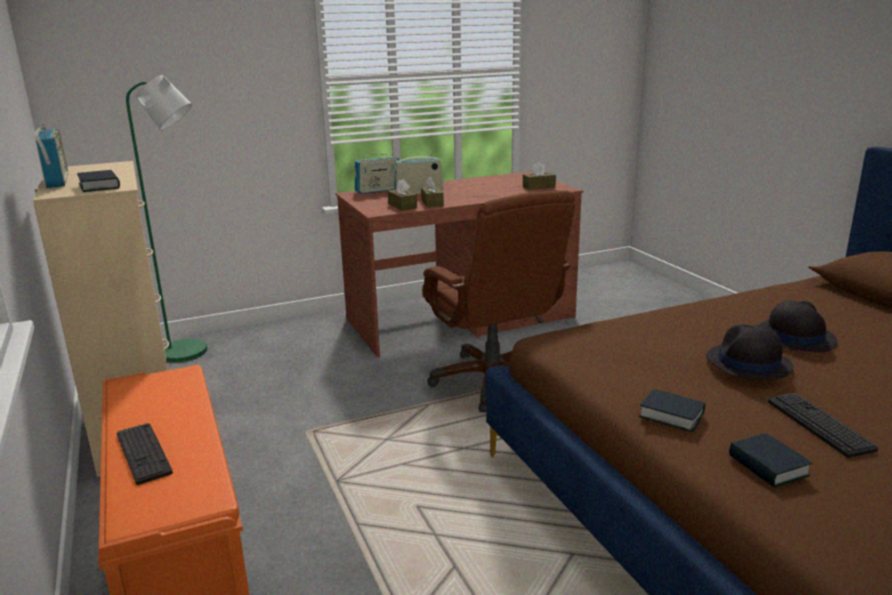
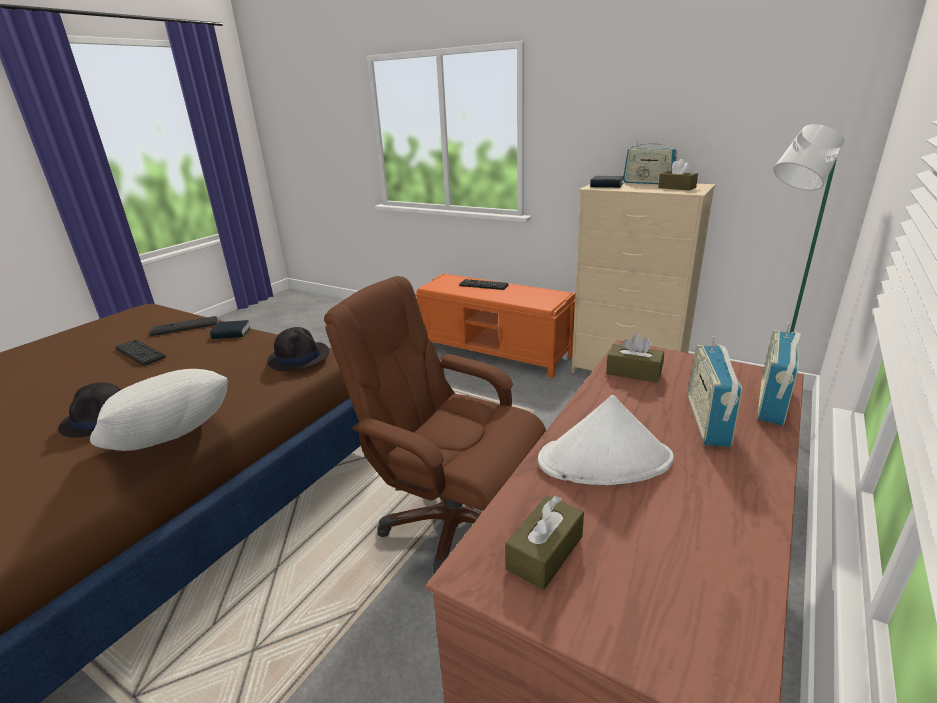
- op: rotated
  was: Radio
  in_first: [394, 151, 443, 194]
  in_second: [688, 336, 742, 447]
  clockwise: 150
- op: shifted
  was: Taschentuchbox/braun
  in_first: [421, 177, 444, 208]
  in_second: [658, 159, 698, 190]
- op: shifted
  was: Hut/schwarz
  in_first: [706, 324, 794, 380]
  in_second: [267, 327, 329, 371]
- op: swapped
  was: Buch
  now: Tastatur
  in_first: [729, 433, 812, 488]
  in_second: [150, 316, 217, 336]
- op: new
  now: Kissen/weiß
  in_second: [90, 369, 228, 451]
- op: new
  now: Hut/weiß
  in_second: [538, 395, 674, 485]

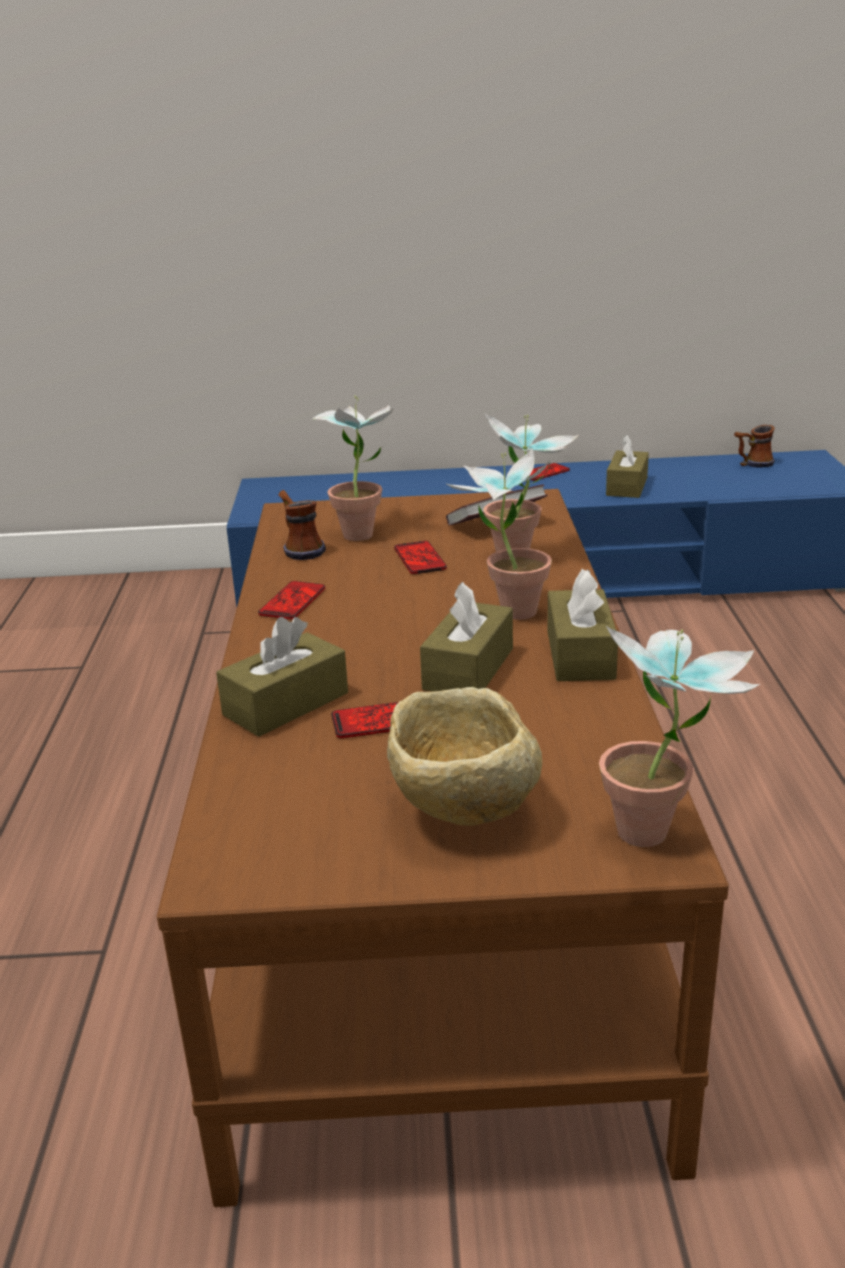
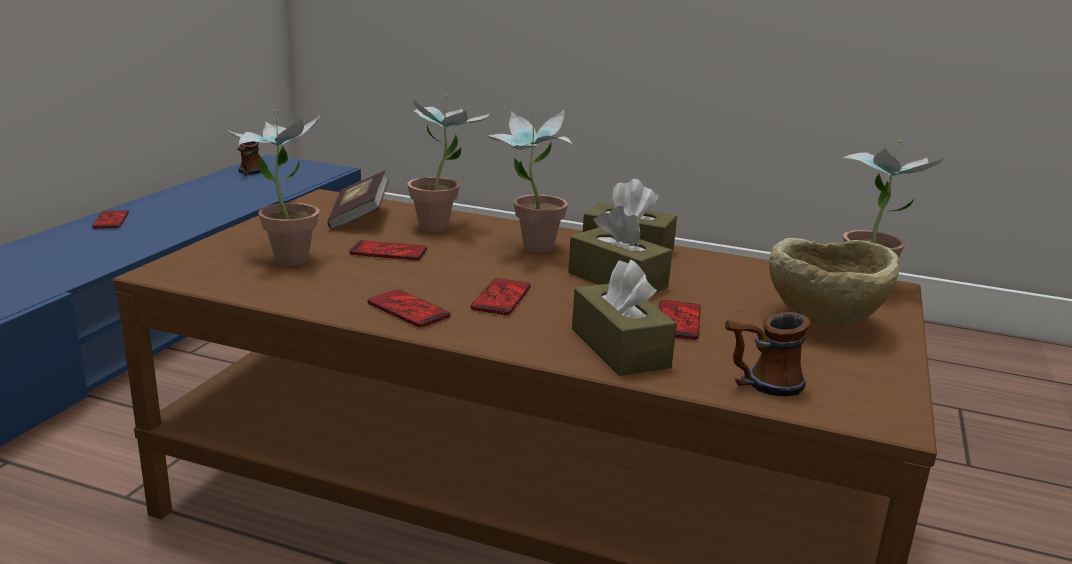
- op: gone
  was: Taschentuchbox/braun
  in_first: [606, 434, 649, 498]
- op: shifted
  was: Henkelbecher
  in_first: [278, 490, 326, 560]
  in_second: [725, 312, 811, 396]
- op: new
  now: Handy
  in_second: [471, 278, 531, 315]

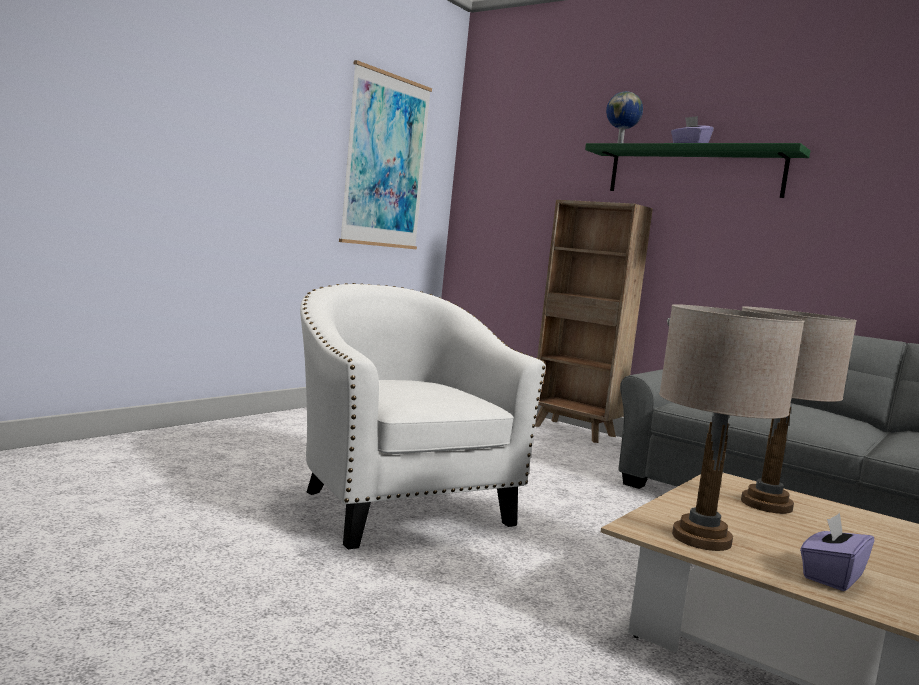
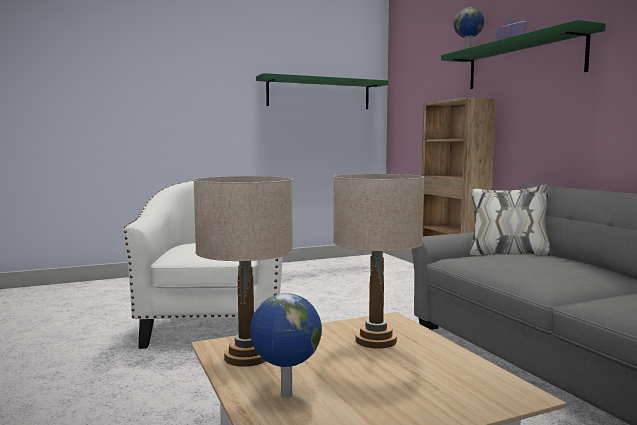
- op: swapped
  was: Bild
  now: Wandregal/grün
  in_first: [339, 60, 432, 249]
  in_second: [256, 73, 389, 109]
- op: swapped
  was: Taschentuchbox/lila
  now: Globus
  in_first: [800, 513, 874, 591]
  in_second: [250, 293, 322, 398]

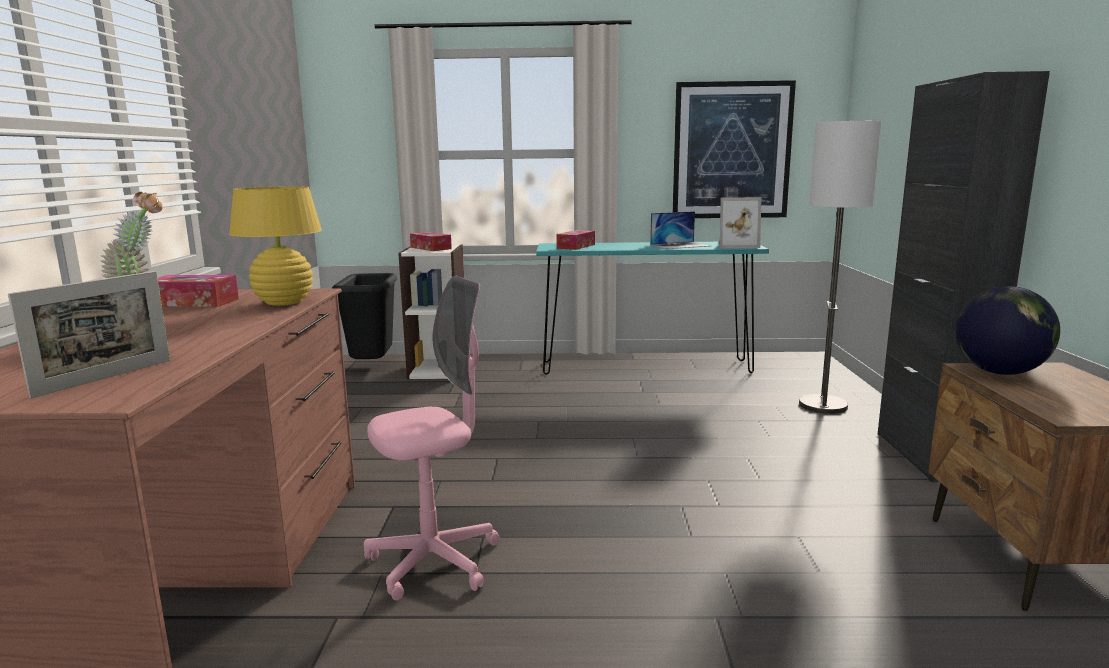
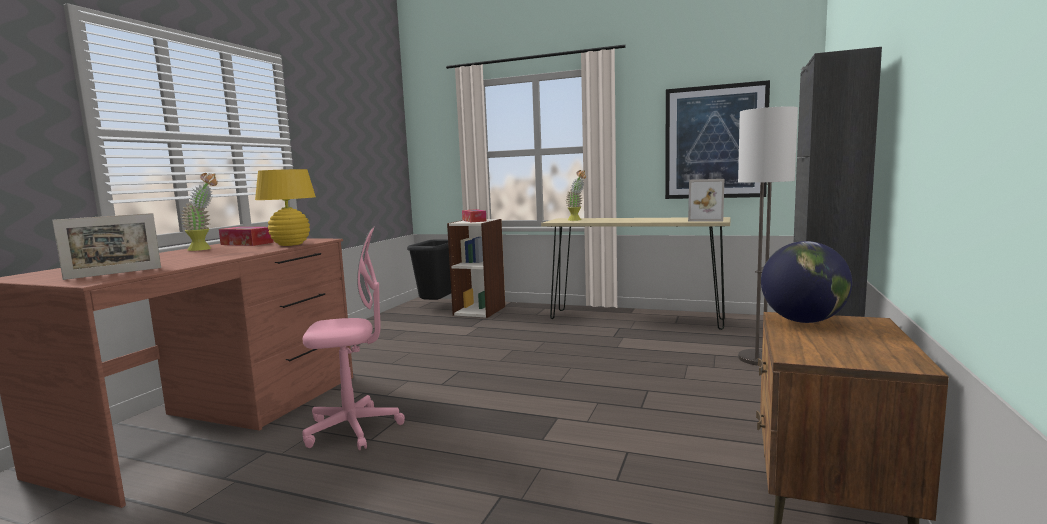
- op: gone
  was: Laptop
  in_first: [650, 211, 711, 249]
- op: swapped
  was: Taschentuchbox
  now: Topfpflanze
  in_first: [557, 230, 595, 250]
  in_second: [566, 170, 586, 221]
- op: repainted
  was: Konsolentisch/türkis
  now: Konsolentisch/beige
  in_first: [536, 242, 769, 375]
  in_second: [541, 217, 731, 330]

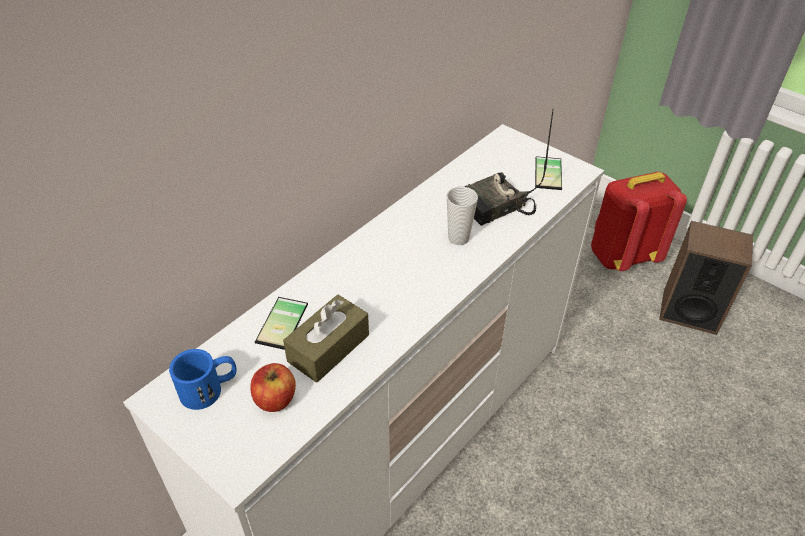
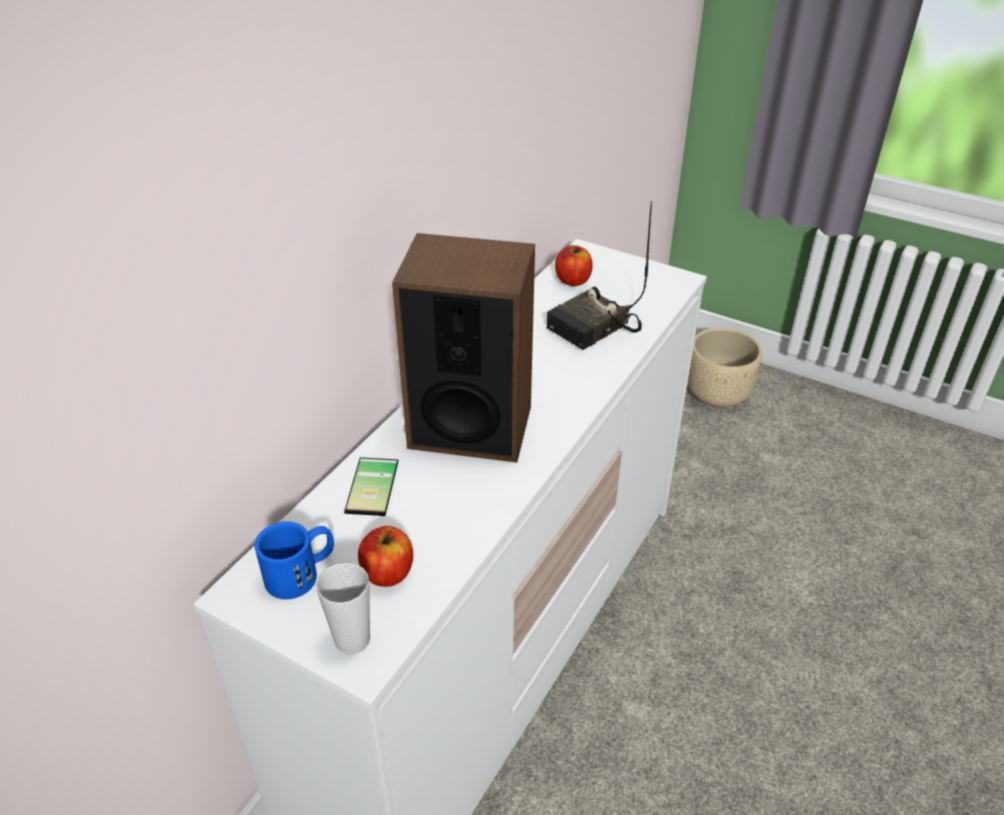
- op: gone
  was: Handy
  in_first: [535, 156, 562, 190]
- op: swapped
  was: Rucksack/rot
  now: Pflanzkübel/beige
  in_first: [591, 172, 687, 271]
  in_second: [688, 327, 762, 407]
- op: shifted
  was: Tasse
  in_first: [447, 187, 478, 245]
  in_second: [316, 562, 370, 654]
- op: shifted
  was: Lautsprecher
  in_first: [659, 221, 753, 335]
  in_second: [392, 233, 535, 463]
- op: gone
  was: Taschentuchbox/braun
  in_first: [283, 295, 369, 383]
- op: new
  now: Apfel
  in_second: [555, 245, 593, 286]

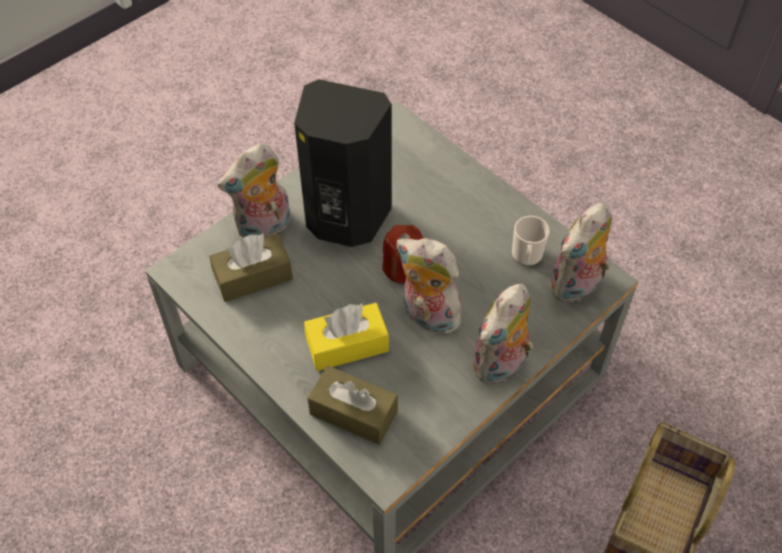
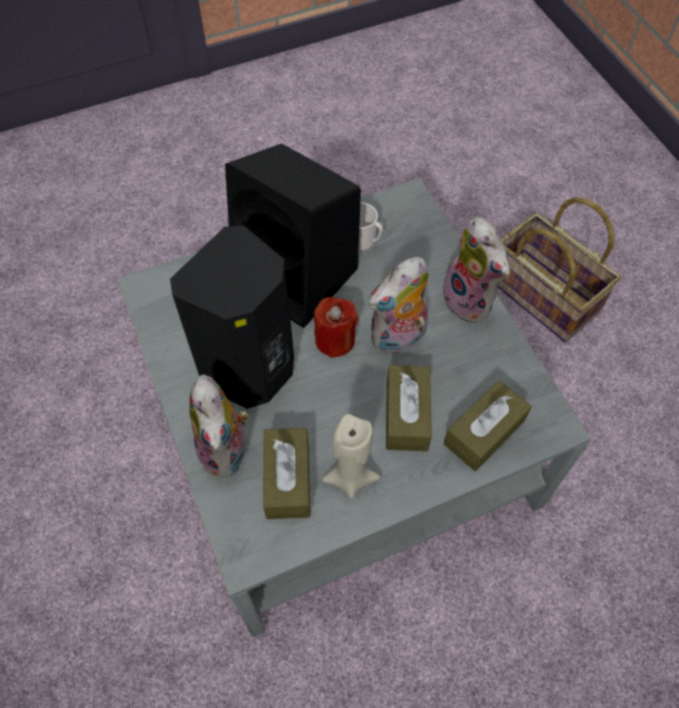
- op: gone
  was: Plüschtier
  in_first: [549, 203, 611, 304]
- op: repainted
  was: Taschentuchbox/gelb
  now: Taschentuchbox/braun
  in_first: [304, 303, 389, 371]
  in_second: [386, 365, 432, 451]
- op: new
  now: Lautsprecher/schwarz
  in_second: [225, 144, 361, 328]
- op: new
  now: Kerze/beige
  in_second: [322, 414, 381, 498]

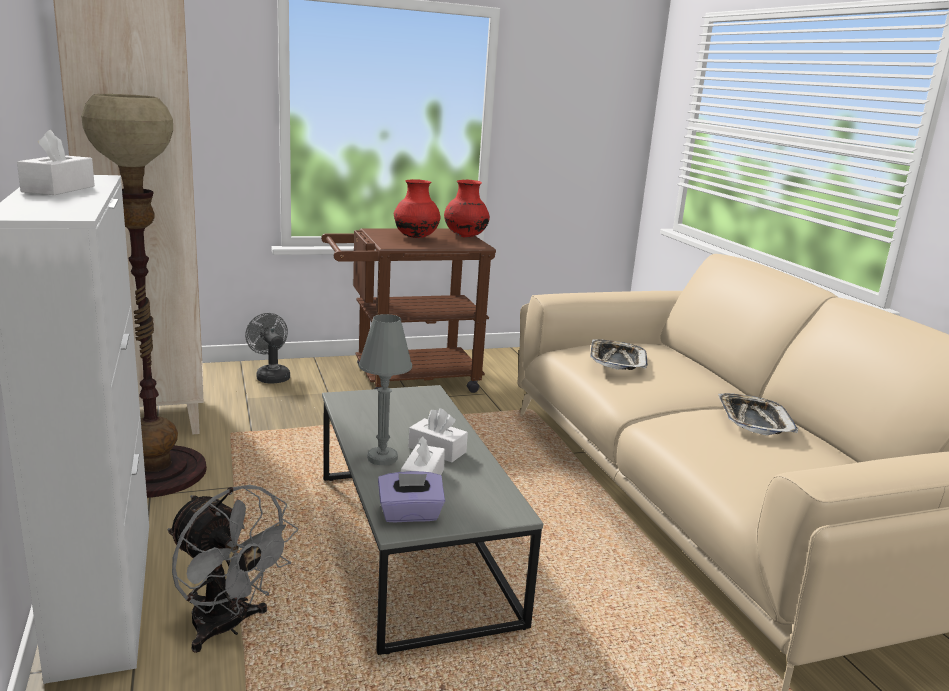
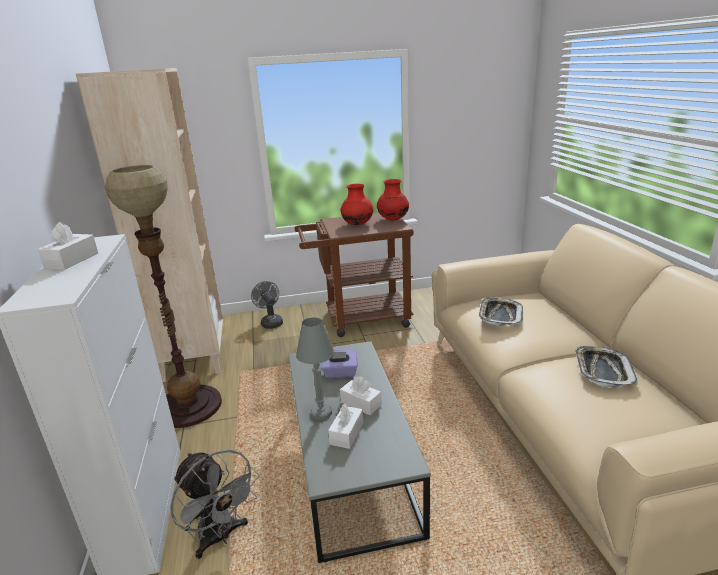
- op: shifted
  was: Taschentuchbox/lila
  in_first: [378, 471, 445, 522]
  in_second: [322, 350, 357, 378]

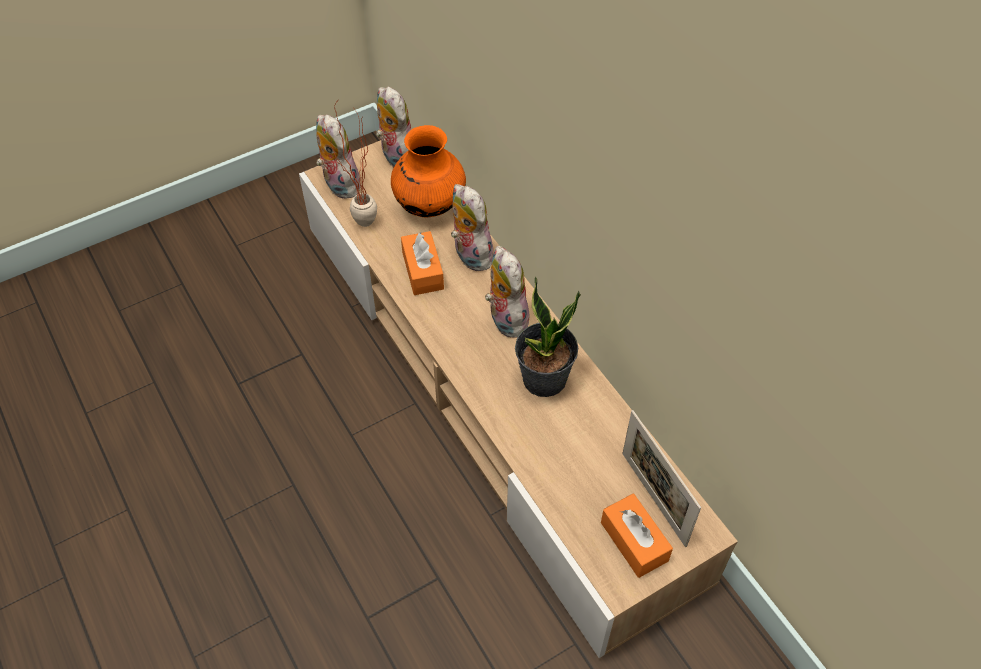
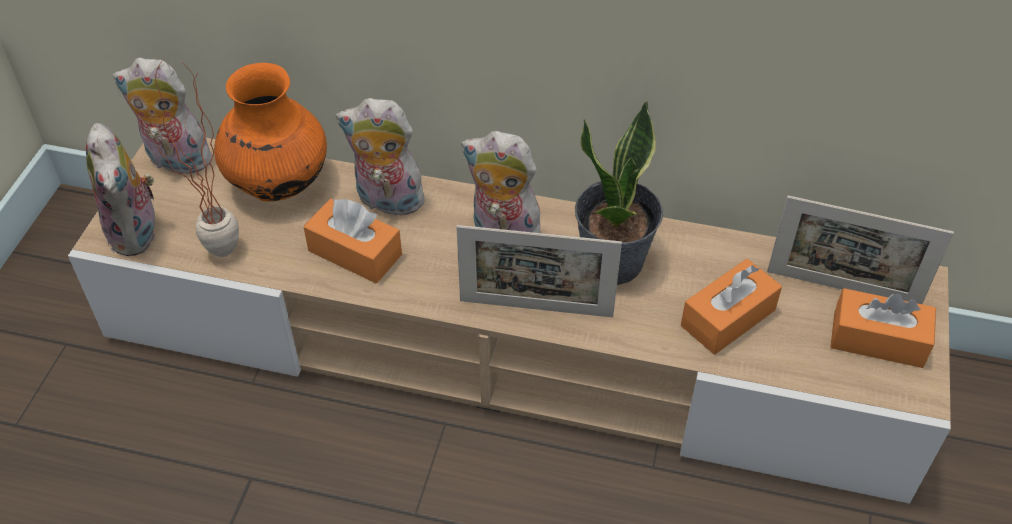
- op: rotated
  was: Plüschtier
  in_first: [316, 114, 360, 199]
  in_second: [86, 123, 160, 256]
  clockwise: -120
- op: new
  now: Bilderrahmen
  in_second: [456, 225, 622, 317]
- op: new
  now: Taschentuchbox/orange
  in_second: [681, 259, 782, 355]

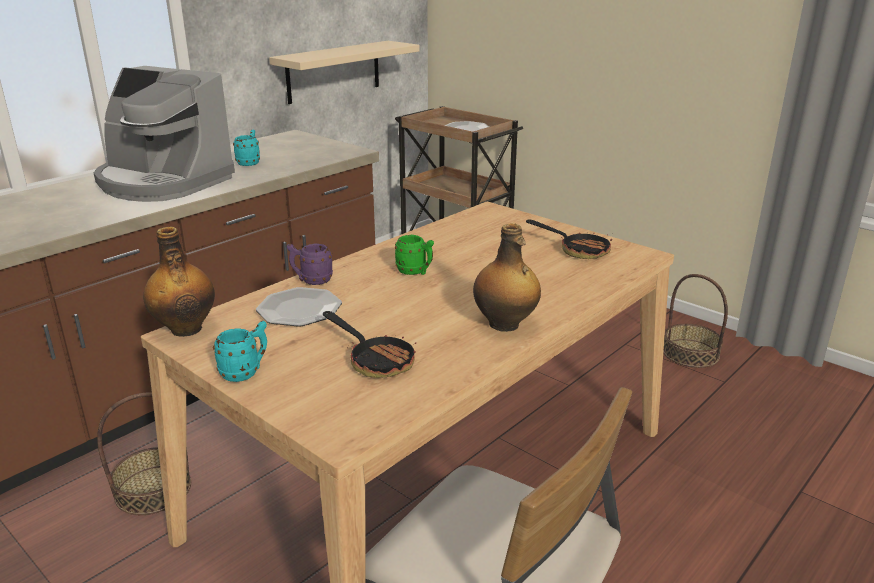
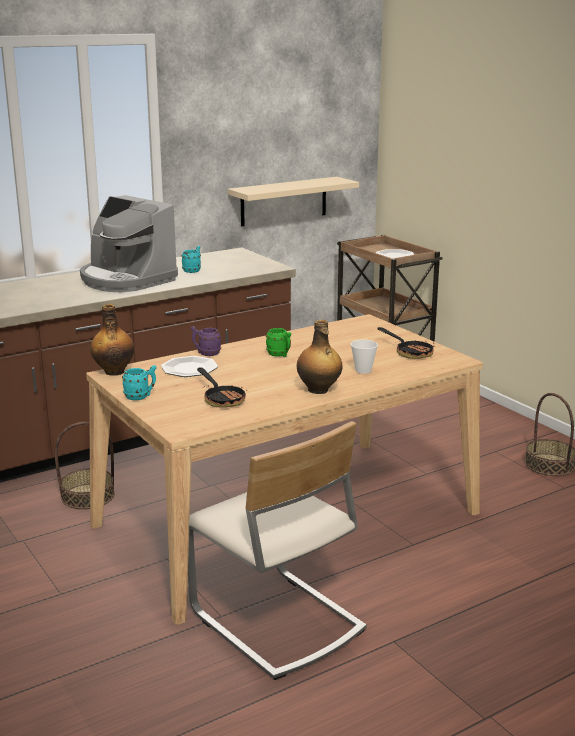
- op: new
  now: Tasse
  in_second: [351, 340, 378, 374]

